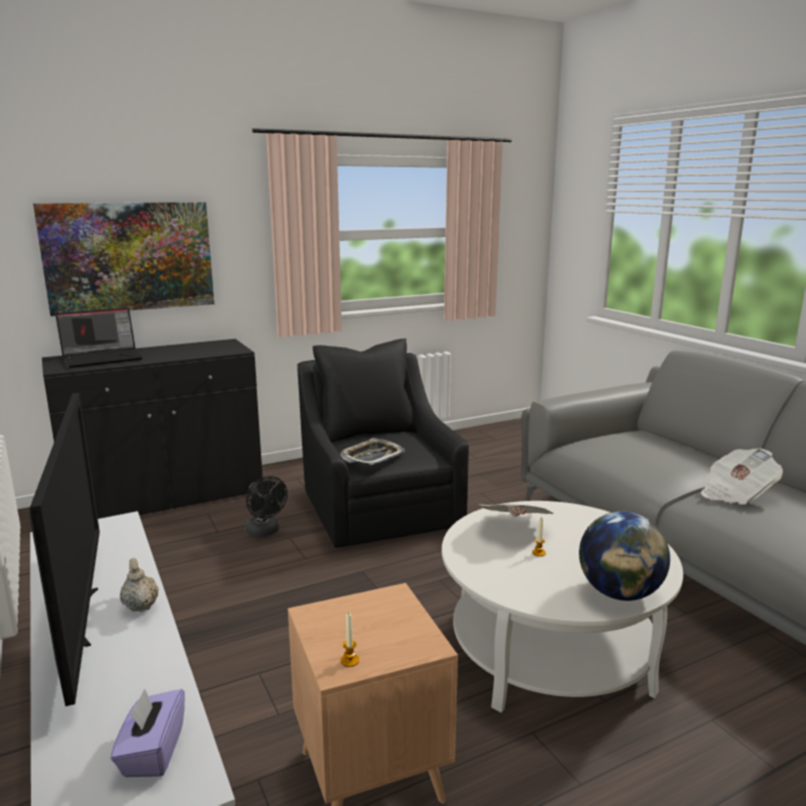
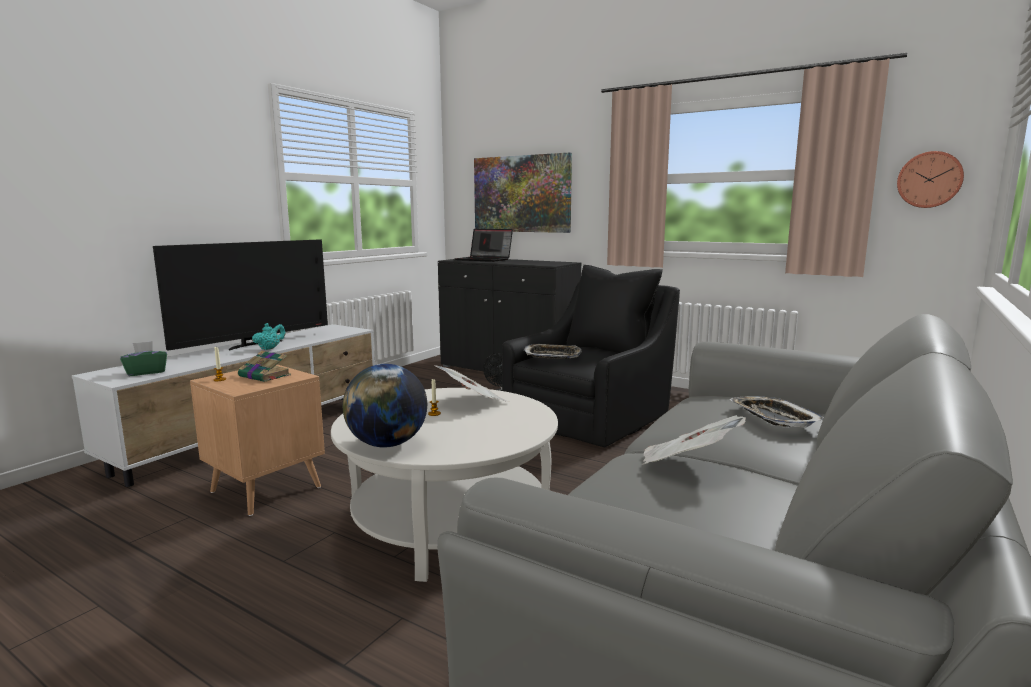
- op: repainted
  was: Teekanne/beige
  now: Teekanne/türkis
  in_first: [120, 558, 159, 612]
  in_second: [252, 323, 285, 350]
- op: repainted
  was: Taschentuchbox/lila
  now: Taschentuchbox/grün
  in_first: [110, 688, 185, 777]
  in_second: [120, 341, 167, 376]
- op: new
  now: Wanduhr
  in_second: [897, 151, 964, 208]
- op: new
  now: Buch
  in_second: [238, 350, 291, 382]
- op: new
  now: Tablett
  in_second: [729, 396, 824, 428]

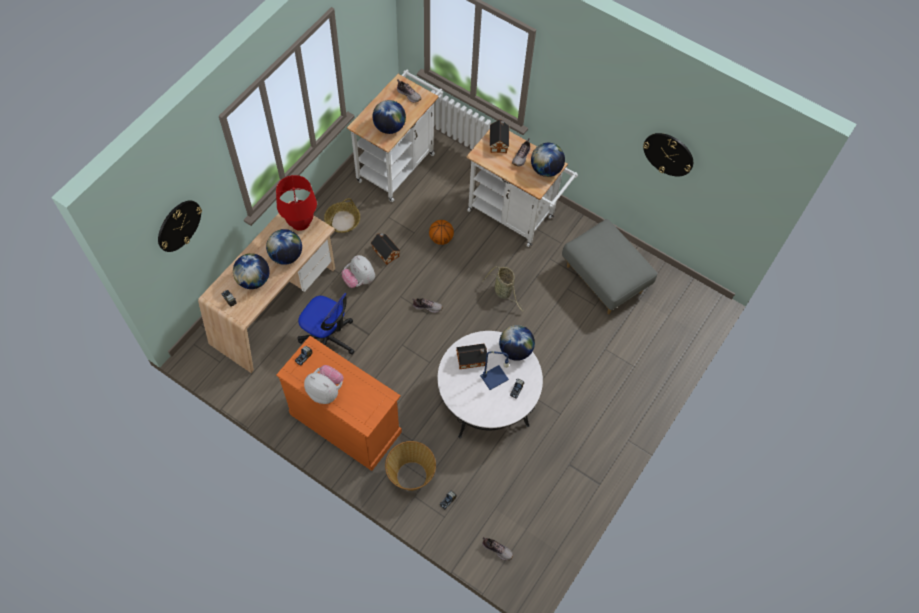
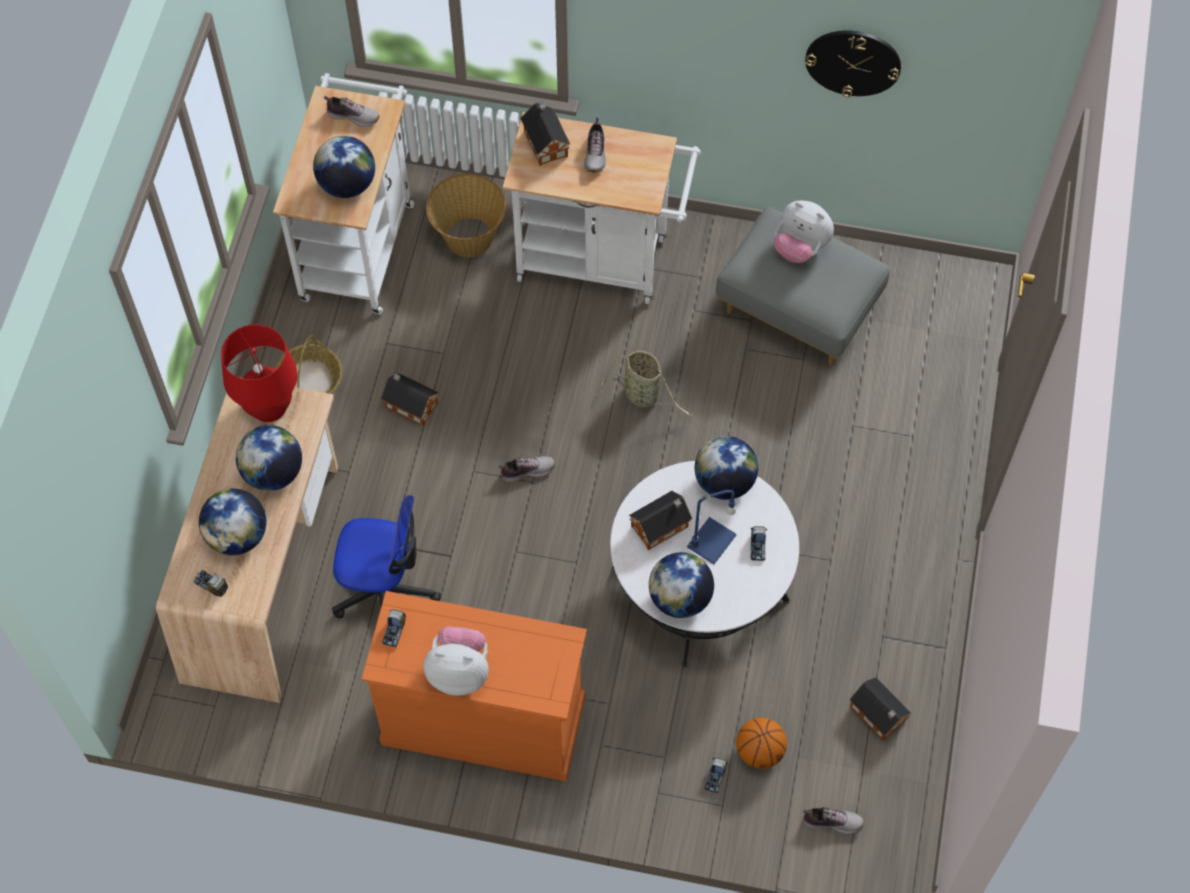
- op: shifted
  was: Globus
  in_first: [531, 143, 565, 177]
  in_second: [649, 552, 714, 618]
- op: gone
  was: Wanduhr
  in_first: [158, 200, 202, 252]
- op: shifted
  was: Basketball
  in_first: [429, 220, 454, 245]
  in_second: [736, 718, 787, 769]
- op: shifted
  was: Plüschtier
  in_first: [342, 255, 375, 288]
  in_second: [774, 201, 834, 263]
- op: shifted
  was: Korb
  in_first: [385, 441, 436, 491]
  in_second: [426, 174, 506, 257]
- op: new
  now: Spielzeughaus
  in_second: [849, 677, 912, 740]

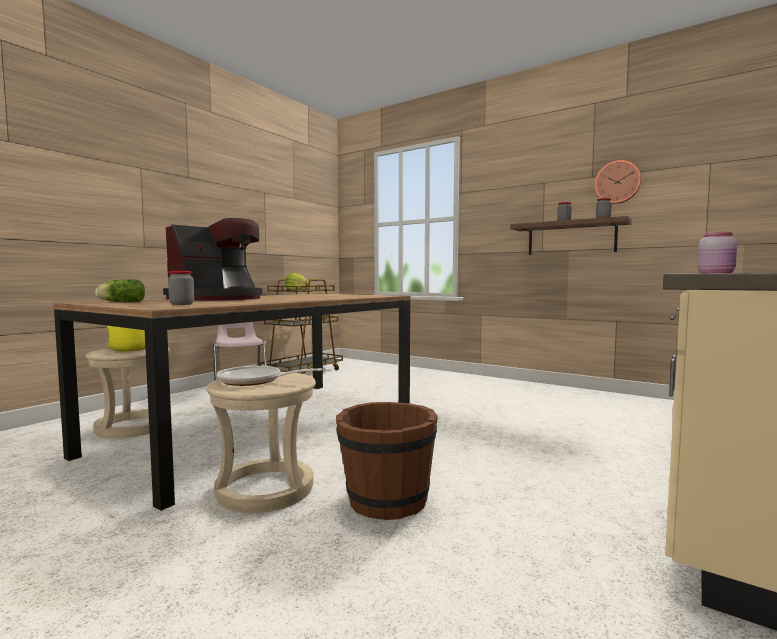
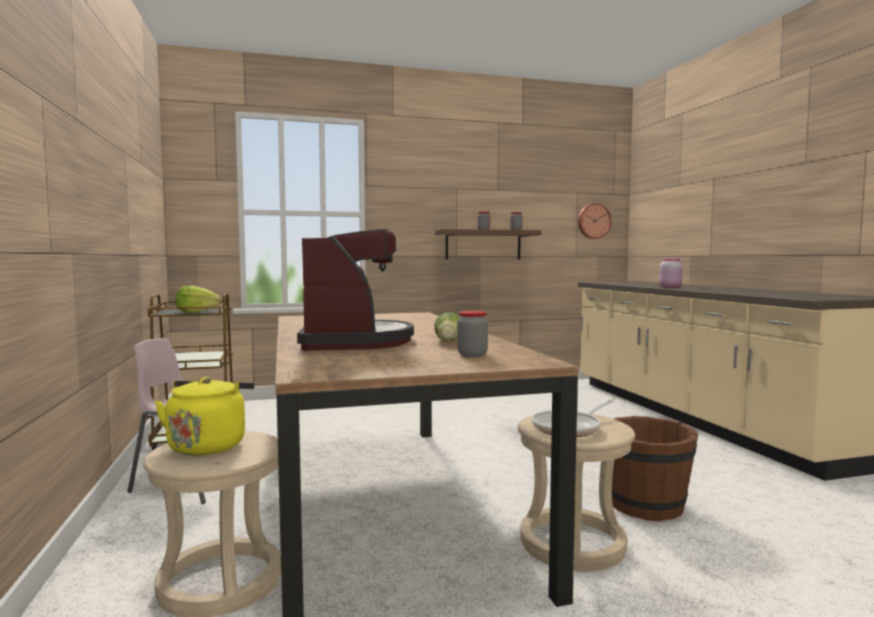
- op: shifted
  was: Wanduhr
  in_first: [594, 160, 642, 204]
  in_second: [578, 203, 612, 239]
- op: shifted
  was: Salatkopf
  in_first: [95, 279, 145, 302]
  in_second: [434, 312, 460, 342]

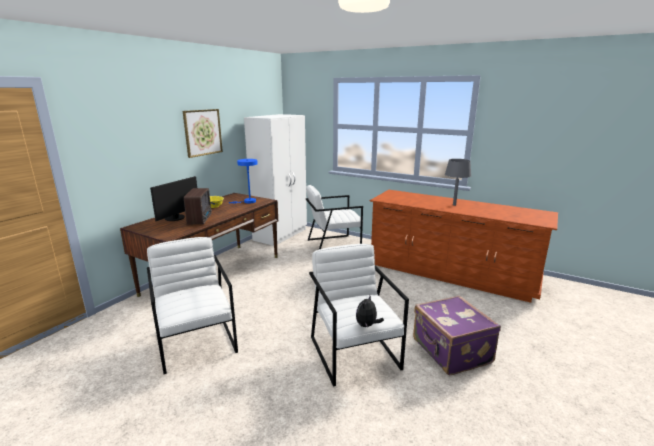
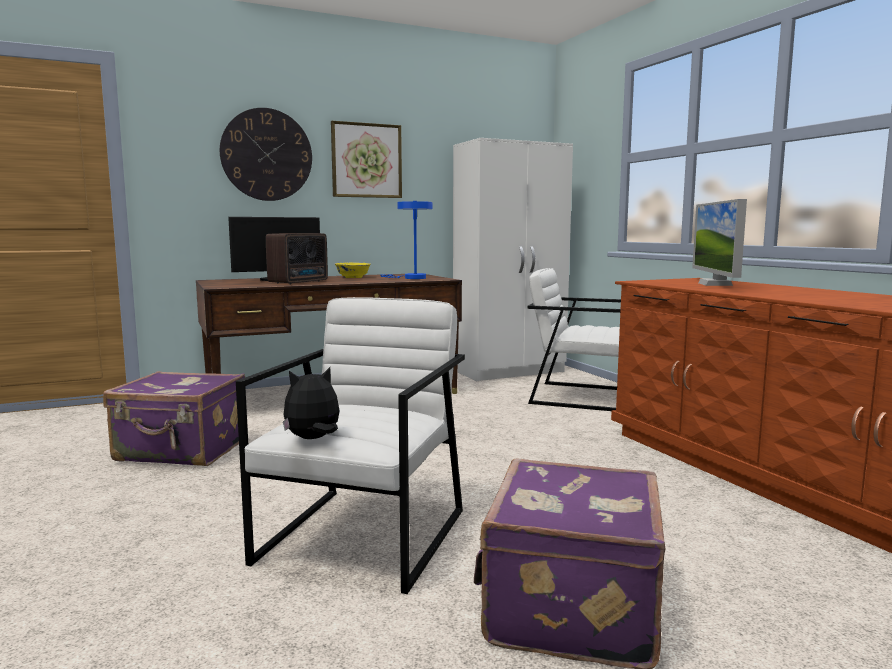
- op: gone
  was: Tischlampe/grau
  in_first: [445, 159, 471, 206]
- op: swapped
  was: Sessel/weiß
  now: Koffer/lila
  in_first: [147, 237, 238, 374]
  in_second: [103, 371, 245, 466]
- op: new
  now: Wanduhr
  in_second: [220, 108, 312, 201]
- op: new
  now: Monitor
  in_second: [692, 199, 747, 286]

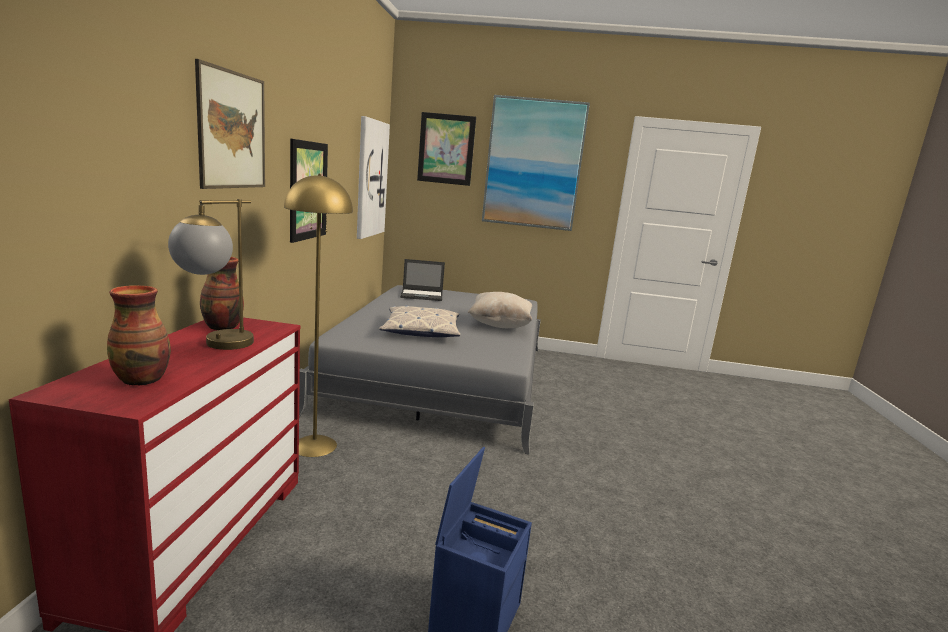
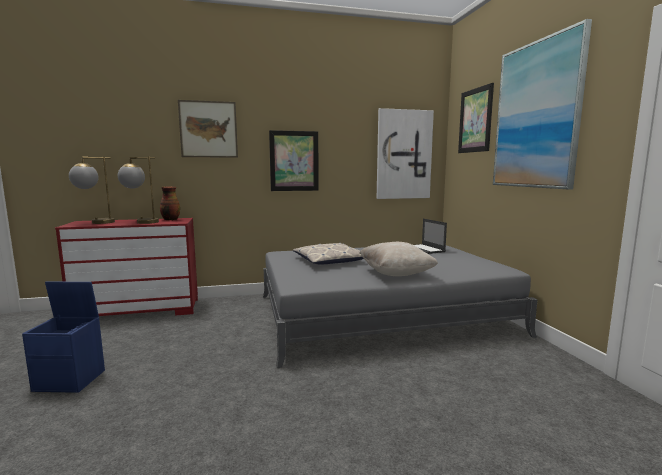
- op: gone
  was: Stehlampe/gelb
  in_first: [284, 174, 353, 457]
- op: swapped
  was: Vase
  now: Tischlampe
  in_first: [107, 285, 171, 386]
  in_second: [69, 157, 115, 224]

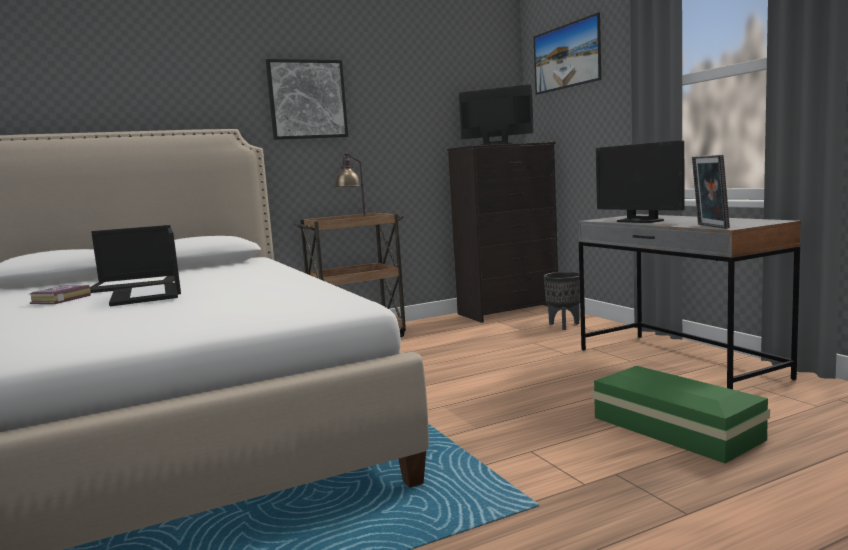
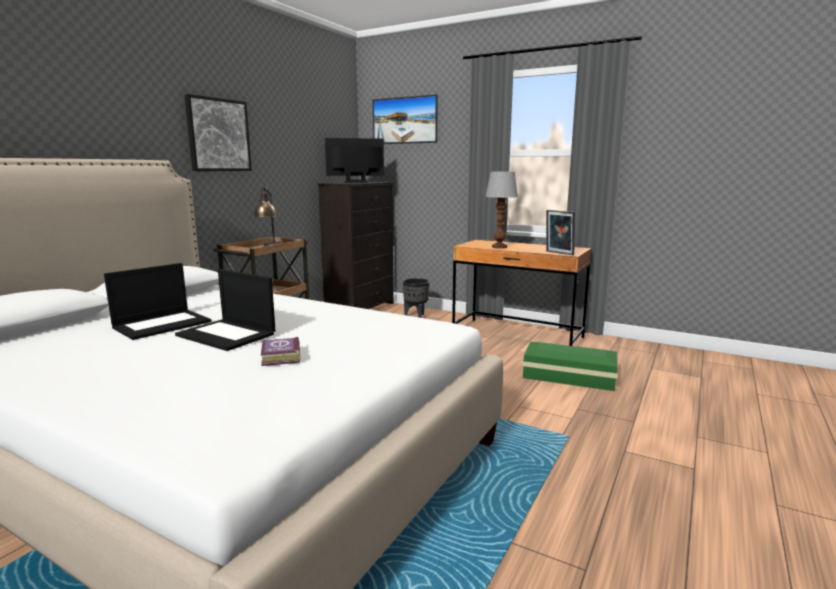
- op: swapped
  was: Monitor
  now: Tischlampe
  in_first: [596, 140, 684, 223]
  in_second: [485, 171, 518, 249]
- op: repainted
  was: Schreibtisch/grau
  now: Schreibtisch/braun
  in_first: [578, 214, 801, 389]
  in_second: [452, 240, 592, 346]
- op: shifted
  was: Buch
  in_first: [30, 285, 91, 304]
  in_second: [261, 337, 301, 366]

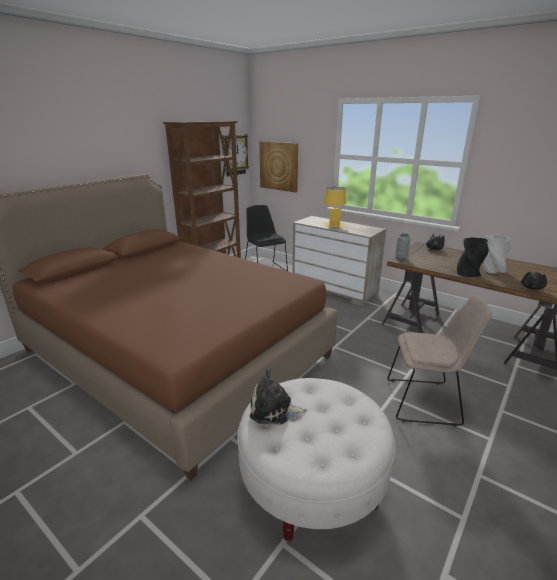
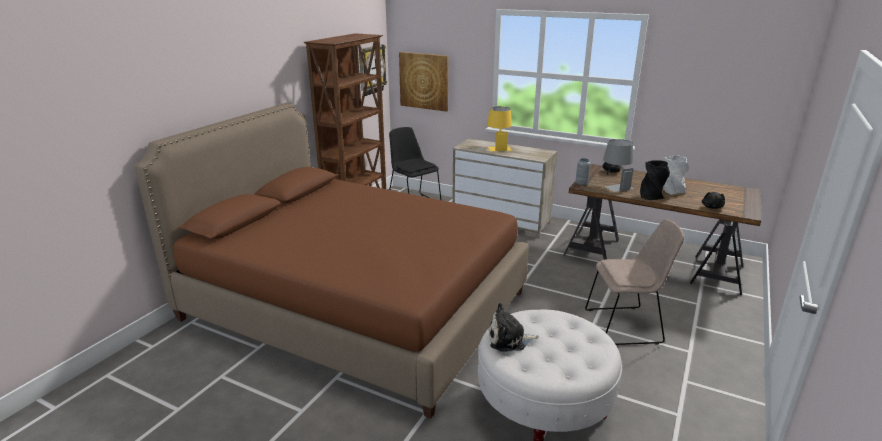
- op: new
  now: Tischlampe/grau
  in_second: [603, 139, 635, 192]

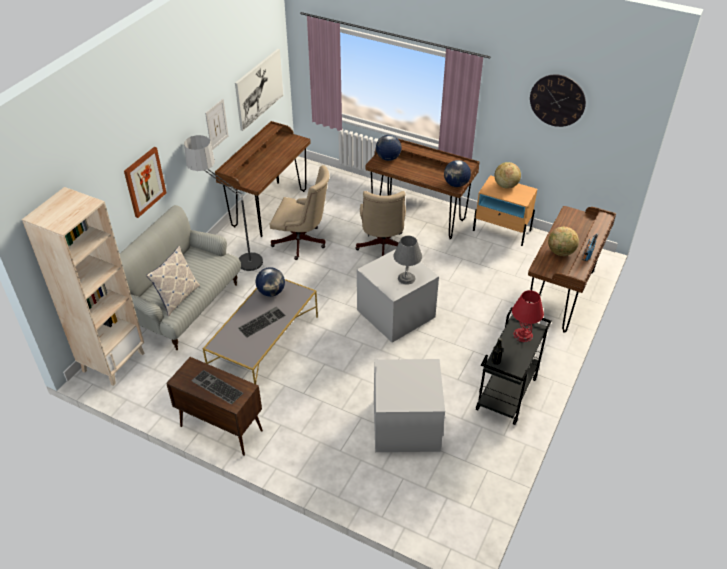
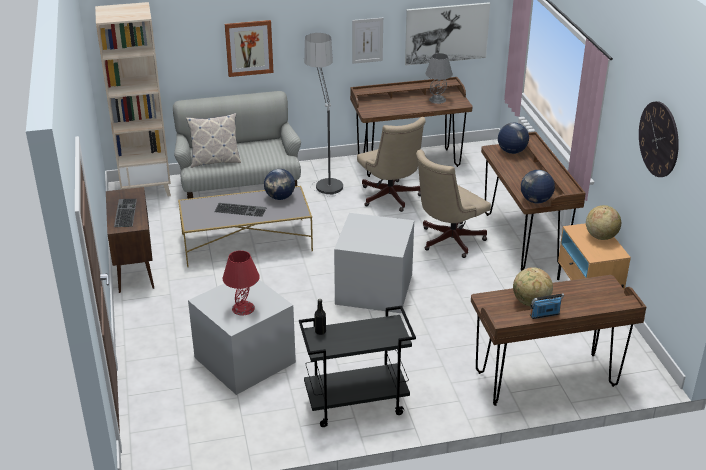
- op: shifted
  was: Tischlampe/grau
  in_first: [393, 236, 422, 285]
  in_second: [425, 53, 453, 104]
- op: shifted
  was: Tischlampe/rot
  in_first: [512, 290, 544, 342]
  in_second: [223, 250, 260, 316]

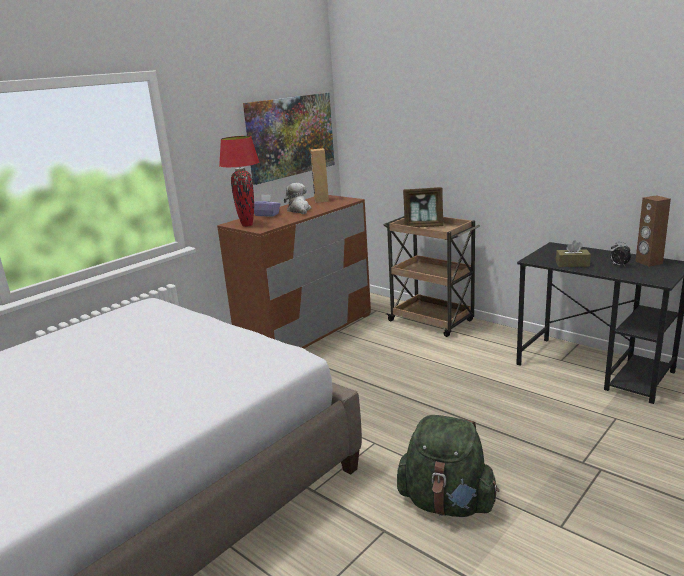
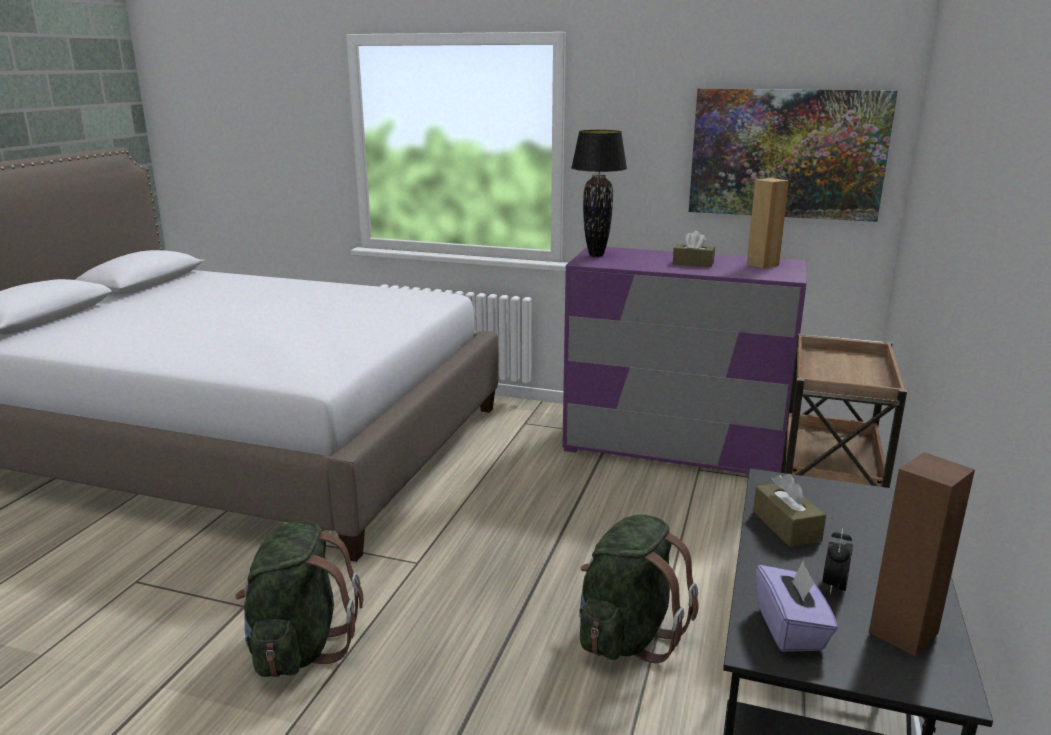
- op: repainted
  was: Tischlampe/rot
  now: Tischlampe/schwarz
  in_first: [219, 136, 259, 227]
  in_second: [571, 130, 627, 257]
- op: swapped
  was: Plüschtier
  now: Taschentuchbox/braun
  in_first: [284, 183, 311, 214]
  in_second: [673, 231, 715, 267]
- op: gone
  was: Bilderrahmen
  in_first: [403, 187, 443, 227]
- op: repainted
  was: Kommode/braun
  now: Kommode/lila
  in_first: [217, 195, 371, 348]
  in_second: [563, 247, 807, 474]
- op: shifted
  was: Taschentuchbox/lila
  in_first: [254, 195, 280, 217]
  in_second: [756, 561, 838, 652]
- op: new
  now: Rucksack/grün
  in_second: [579, 515, 699, 664]

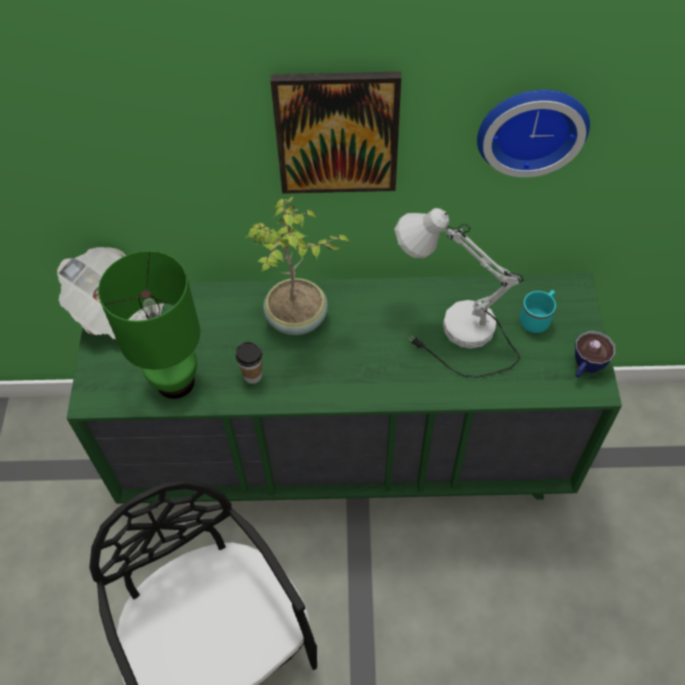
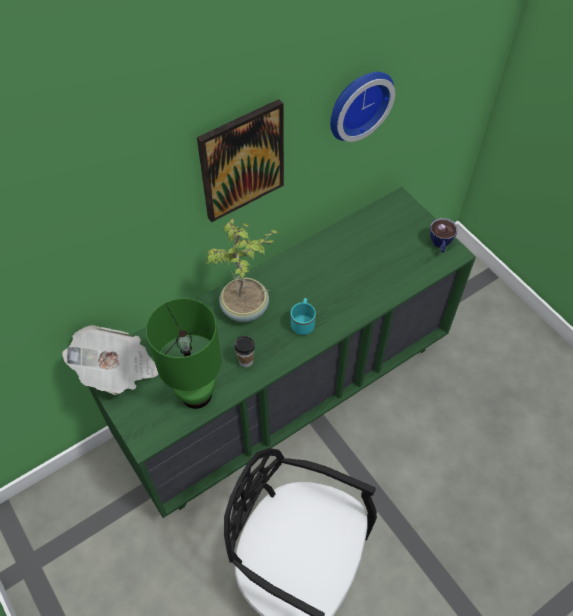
- op: gone
  was: Tischlampe/weiß
  in_first: [394, 208, 524, 378]
- op: shifted
  was: Henkelbecher/türkis
  in_first: [520, 290, 556, 333]
  in_second: [291, 298, 316, 335]

